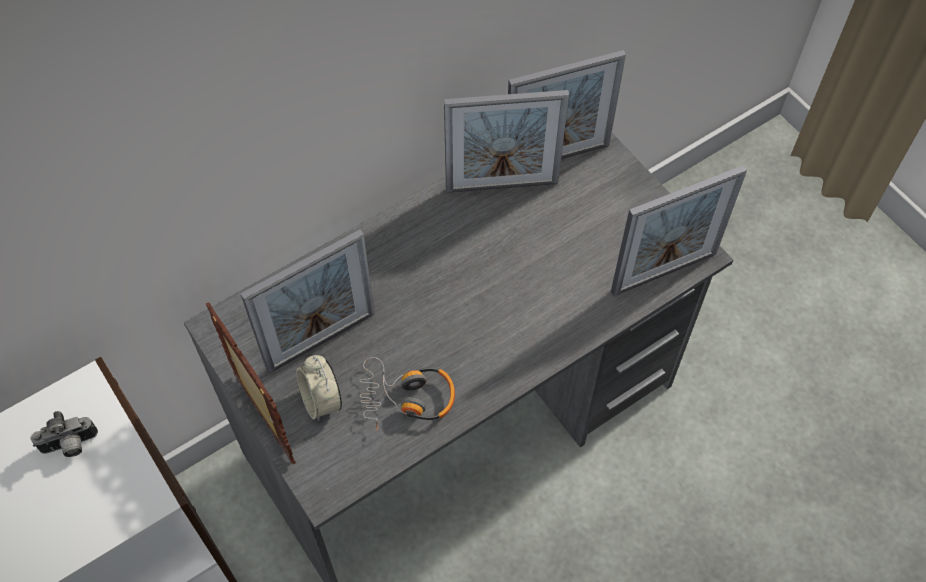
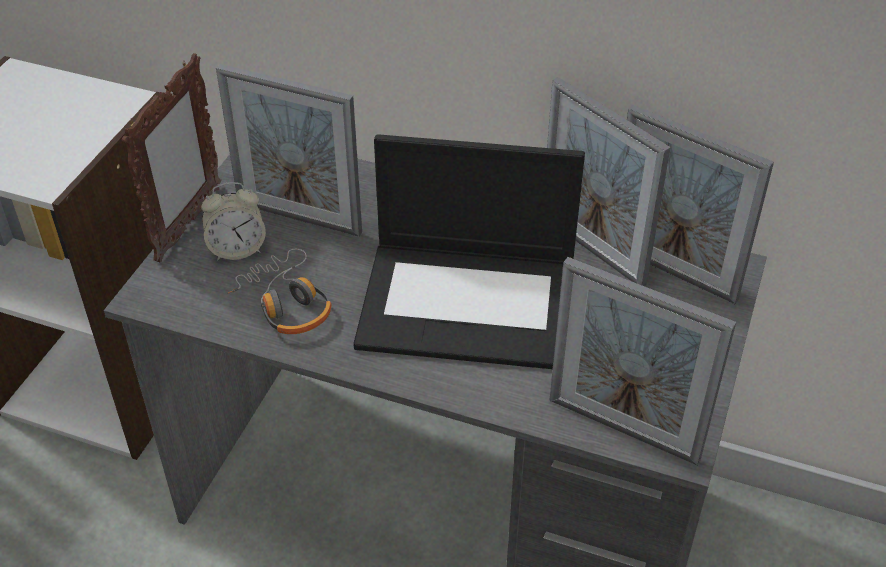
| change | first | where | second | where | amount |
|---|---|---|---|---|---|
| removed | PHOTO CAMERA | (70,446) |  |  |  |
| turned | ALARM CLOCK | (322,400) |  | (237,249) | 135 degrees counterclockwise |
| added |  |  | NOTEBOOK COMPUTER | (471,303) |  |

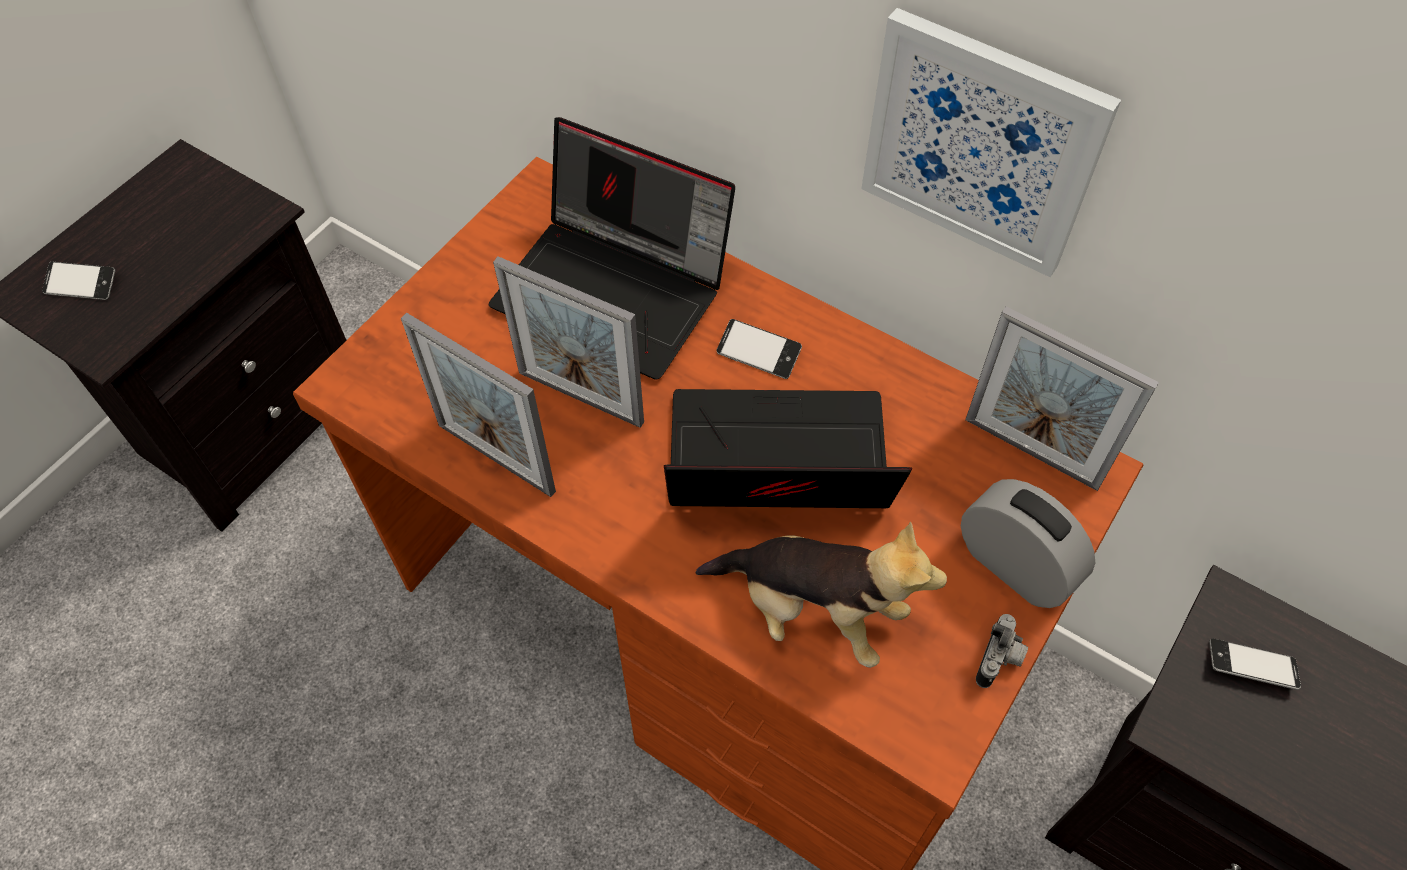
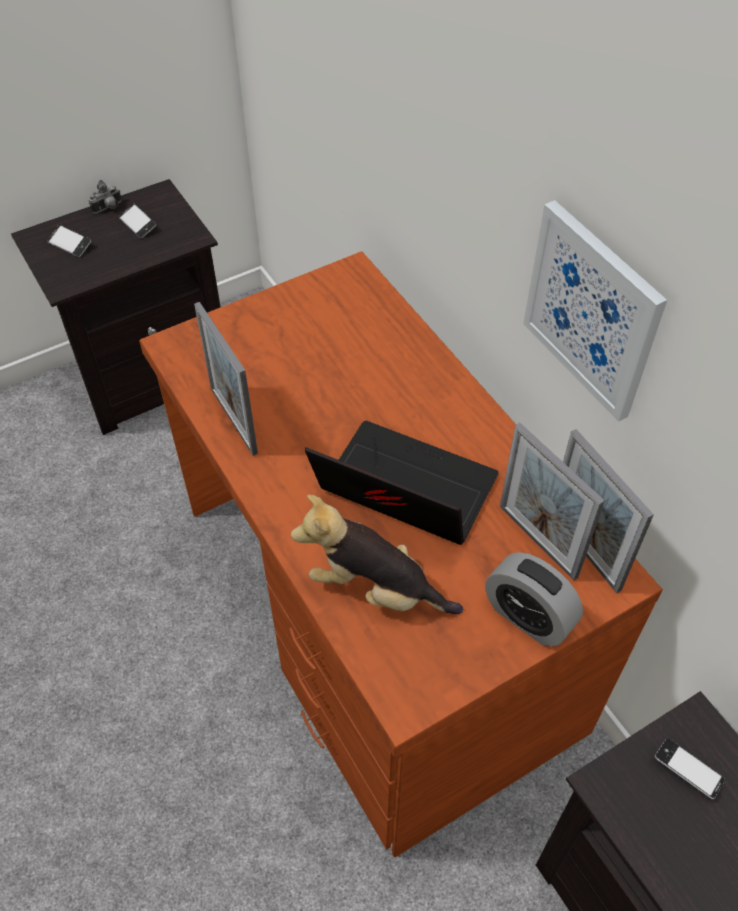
| change | first | where | second | where | amount |
|---|---|---|---|---|---|
| removed | NOTEBOOK COMPUTER | (616,290) |  |  |  |
| moved | PHOTO FRAME | (580,397) |  | (537,541) |  |
| turned | CUDDLY TOY | (813,612) |  | (375,589) | 150 degrees clockwise |
| moved | TELEPHONE | (758,353) |  | (138,224) |  |
| turned | ALARM CLOCK | (1015,565) |  | (528,617) | 150 degrees clockwise |
| moved | PHOTO CAMERA | (999,660) |  | (108,208) |  |

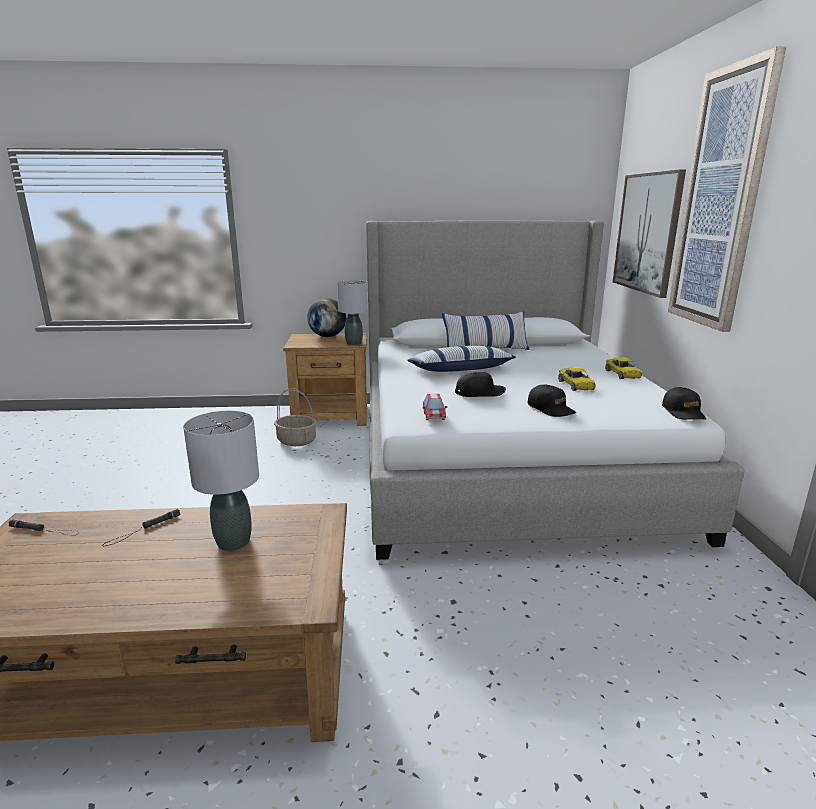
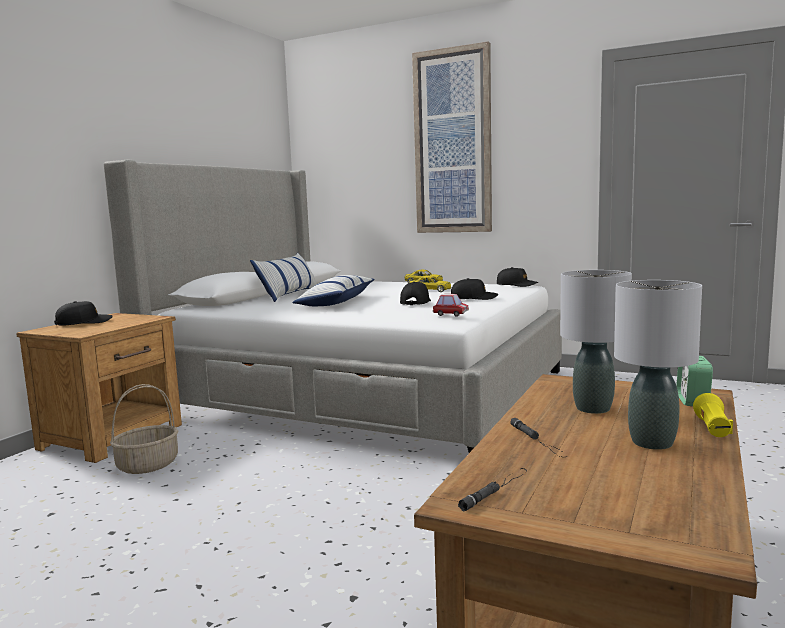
| change | first | where | second | where | amount |
|---|---|---|---|---|---|
| replaced | DESK GLOBE | (327,336) | BLACKISH BASEBALL CAP | (84,322) |  |
| moved | GREYISH TABLETOP LAMP | (353,343) |  | (652,443) |  |
| removed | WALL ART | (647,233) |  |  |  |
| added |  |  | ALARM CLOCK | (692,401) |  |
| added |  |  | YELLOW-COLOURED HAND TORCH | (712,429) |  |

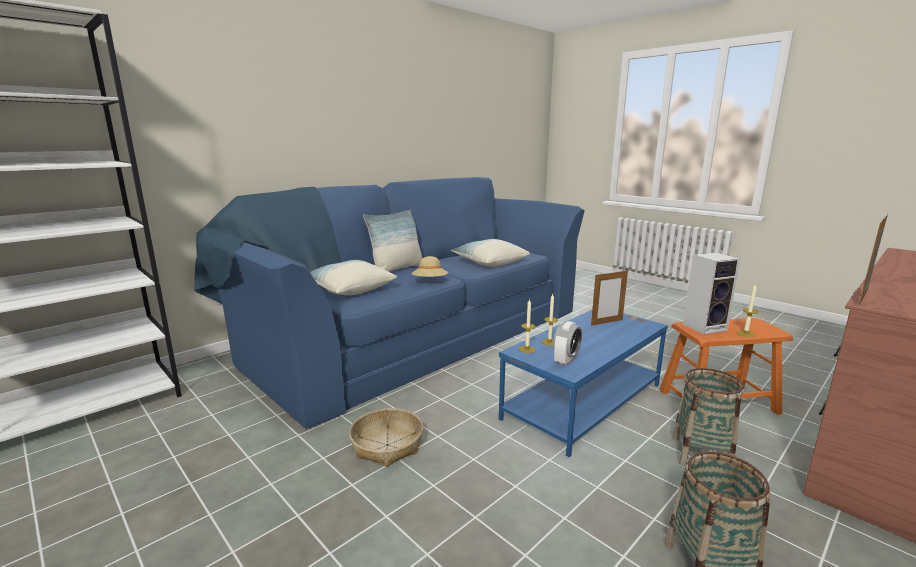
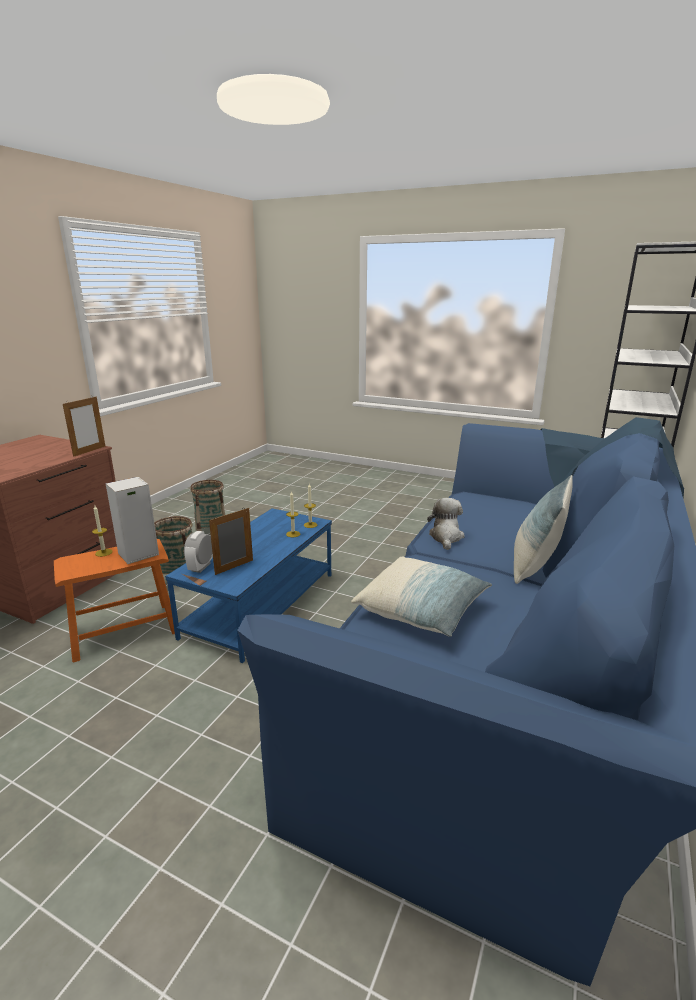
| change | first | where | second | where | amount |
|---|---|---|---|---|---|
| removed | PILLOW | (349,289) |  |  |  |
| removed | BASKET | (387,445) |  |  |  |
| replaced | BEIGE WEARABLE HAT | (430,282) | CUDDLY TOY | (446,537) |  |
| moved | ALARM CLOCK | (566,360) |  | (201,567) |  |

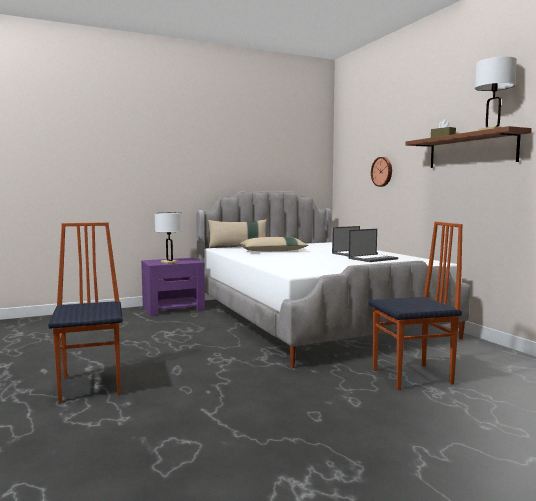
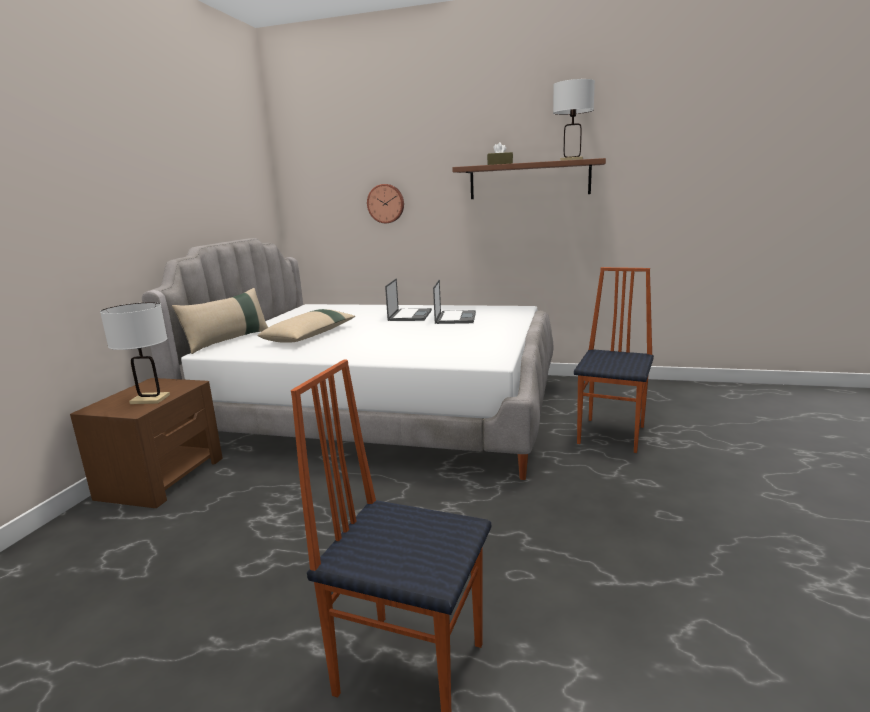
| change | first | where | second | where | amount |
|---|---|---|---|---|---|
| recoloured | PURPLE BEDSIDE TABLE | (174,308) | BROWNISH BEDSIDE TABLE | (162,477) |  |

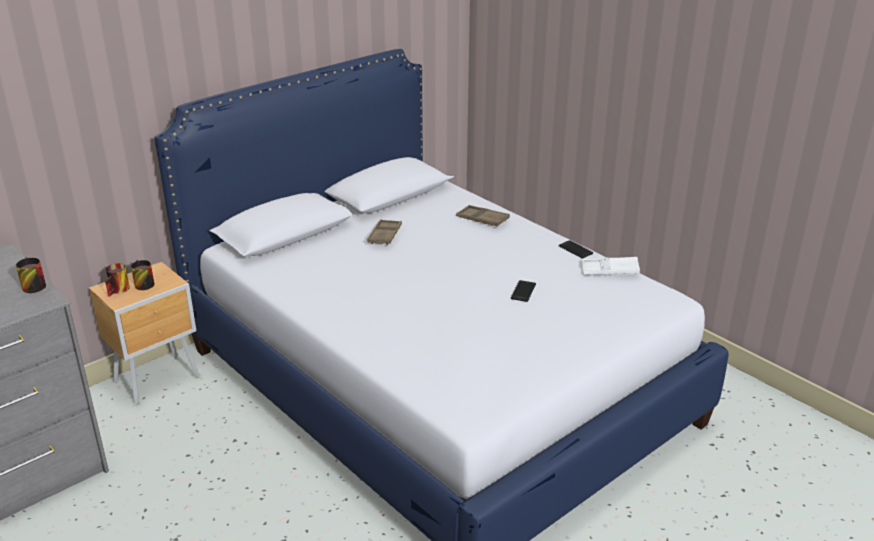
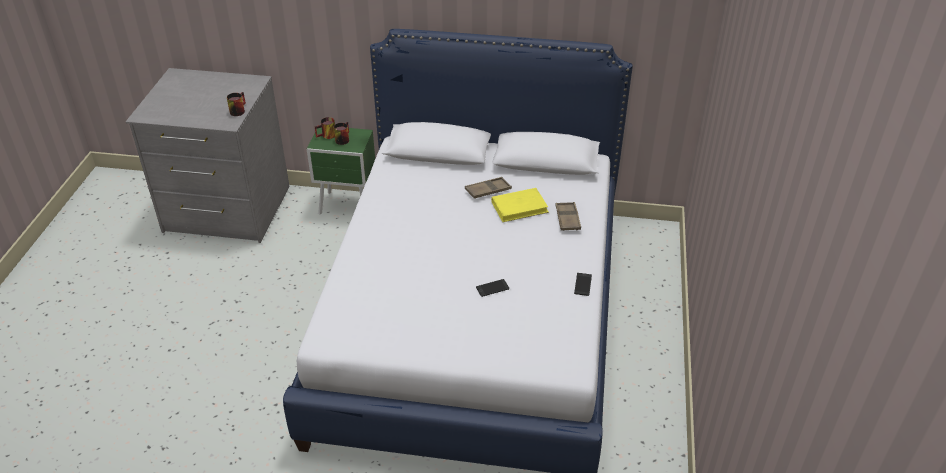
| change | first | where | second | where | amount |
|---|---|---|---|---|---|
| recoloured | BROWNISH BEDSIDE TABLE | (159,380) | GREEN BEDSIDE TABLE | (348,206) |  |
| removed | WHITE CARRYING TRAY | (609,270) |  |  |  |
| added |  |  | YELLOW-COLOURED BOUND BOOK | (519,207) |  |

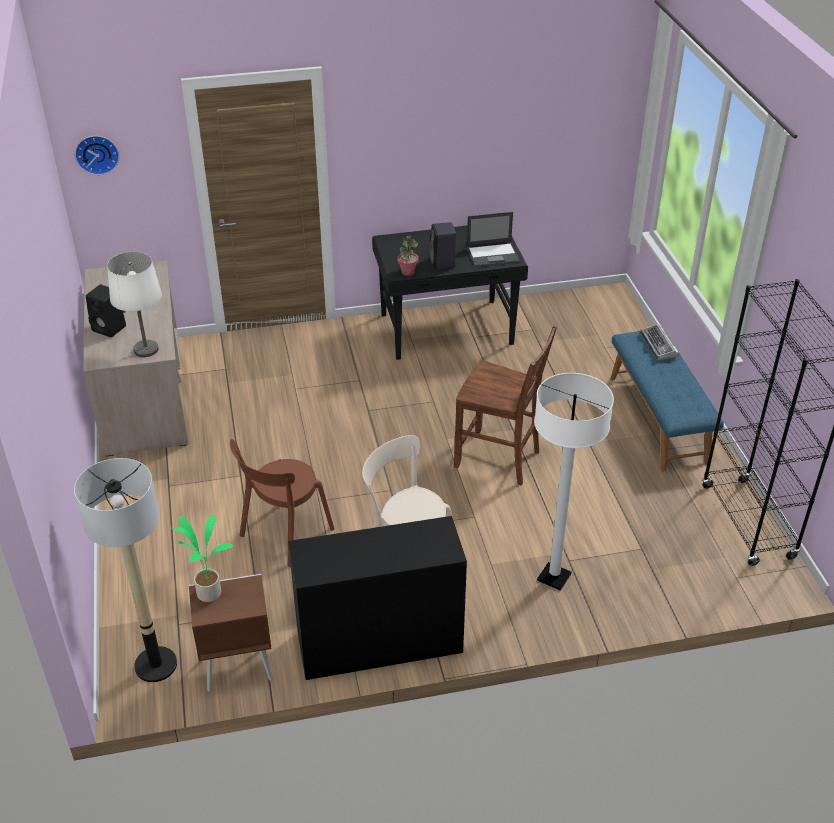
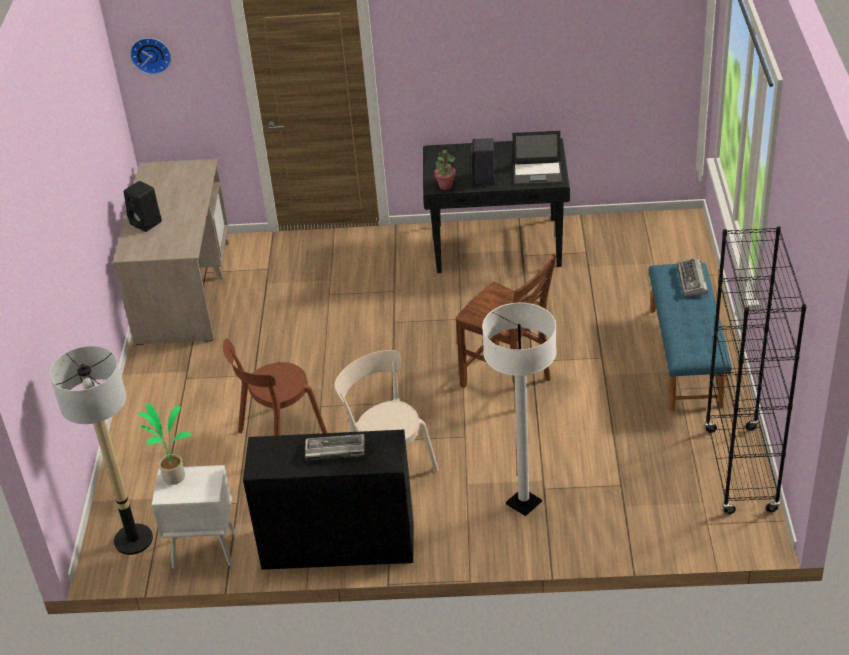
| change | first | where | second | where | amount |
|---|---|---|---|---|---|
| removed | WHITE TABLETOP LAMP | (146,349) |  |  |  |
| recoloured | BROWNISH BEDSIDE TABLE | (236,667) | WHITE BEDSIDE TABLE | (203,550) |  |
| added |  |  | KEYBOARD | (334,450) |  |

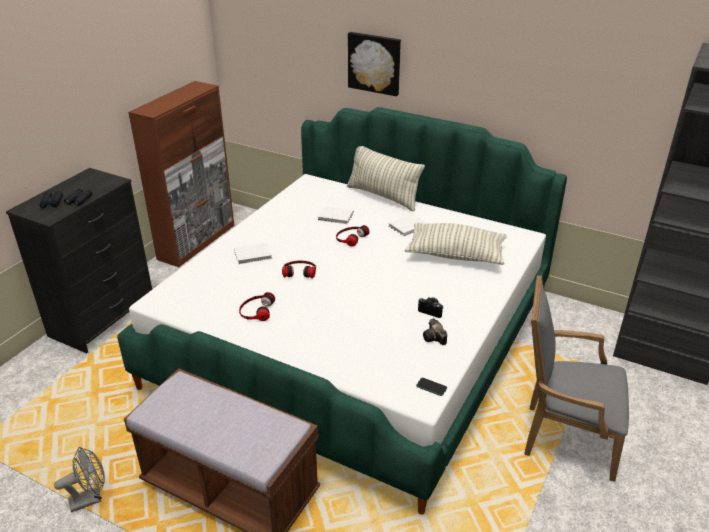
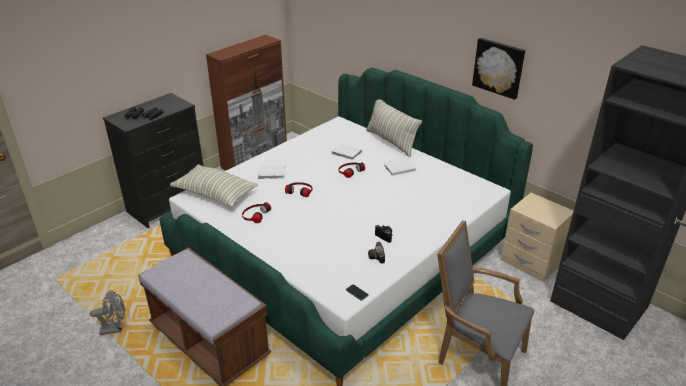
| change | first | where | second | where | amount |
|---|---|---|---|---|---|
| moved | WALL ART | (374,63) |  | (499,67) |  |
| moved | PILLOW | (455,255) |  | (215,194) |  |
| added |  |  | BEIGE BEDSIDE TABLE | (531,262) |  |

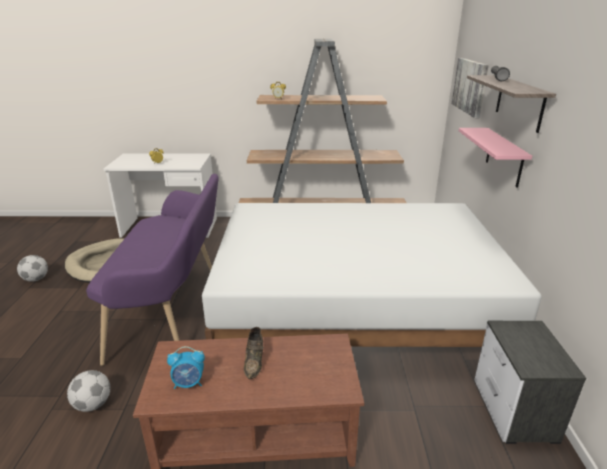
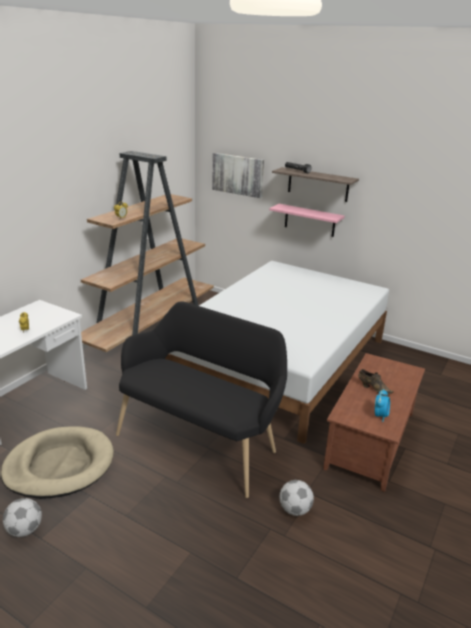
| change | first | where | second | where | amount |
|---|---|---|---|---|---|
| recoloured | PURPLE BENCH | (174,311) | BLACKISH BENCH | (201,441) |  |
| removed | BEDSIDE TABLE | (514,411) |  |  |  |

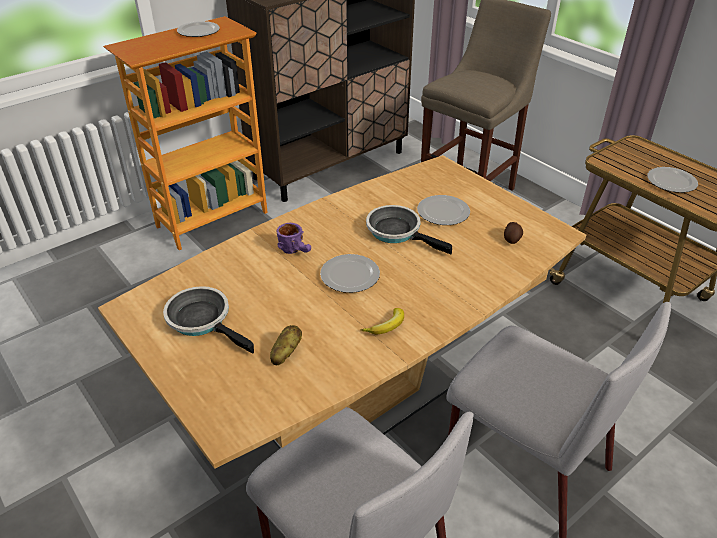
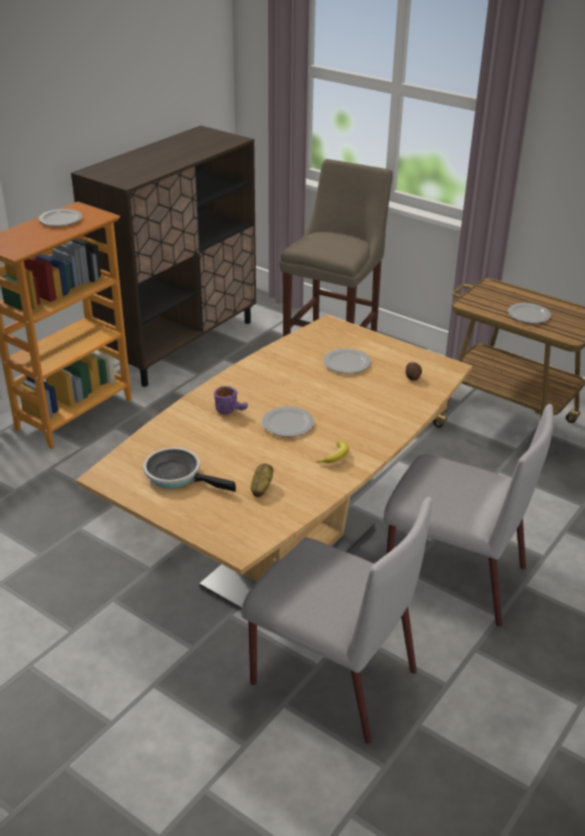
| change | first | where | second | where | amount |
|---|---|---|---|---|---|
| removed | FRYING PAN | (397,232) |  |  |  |

